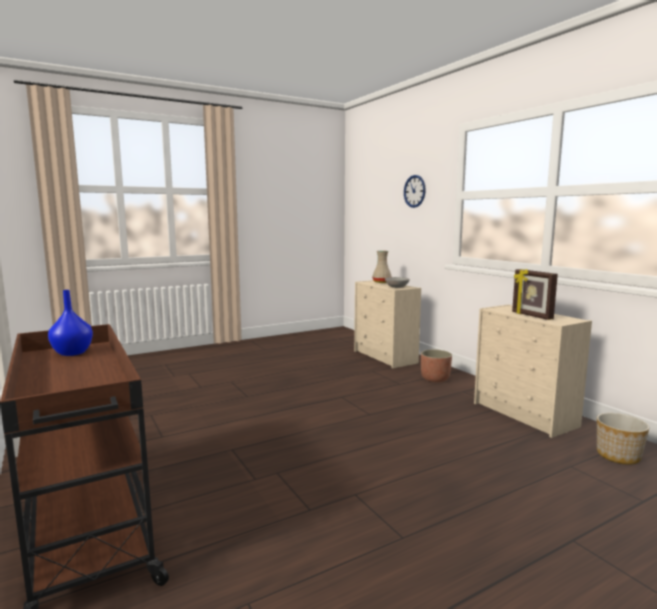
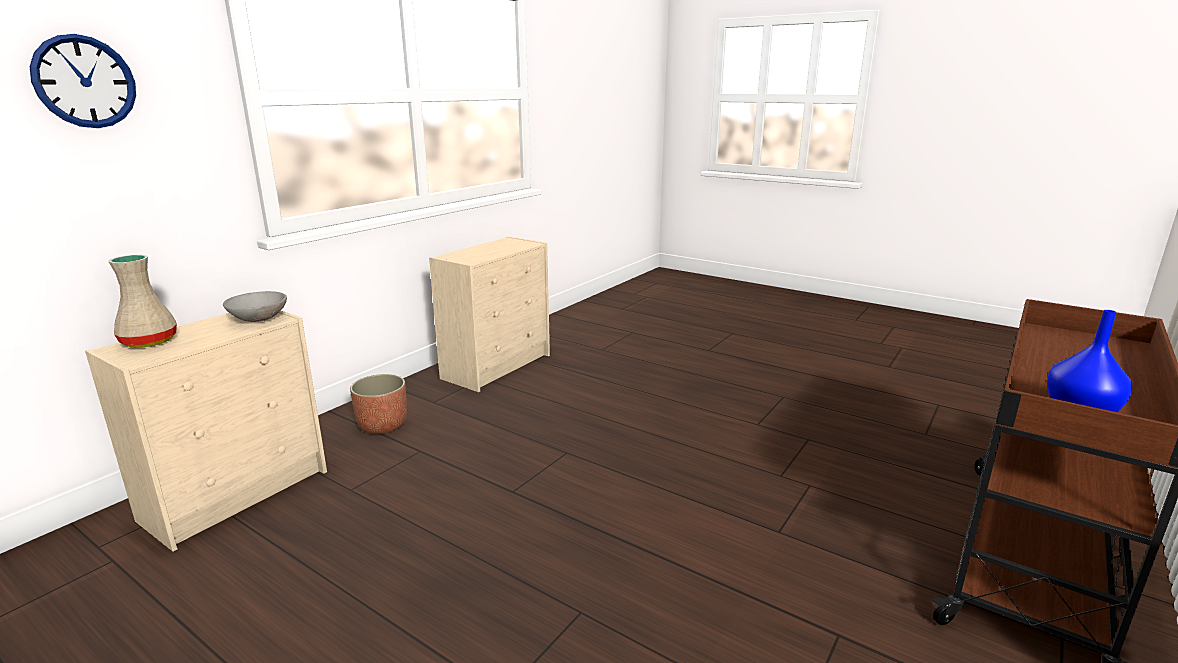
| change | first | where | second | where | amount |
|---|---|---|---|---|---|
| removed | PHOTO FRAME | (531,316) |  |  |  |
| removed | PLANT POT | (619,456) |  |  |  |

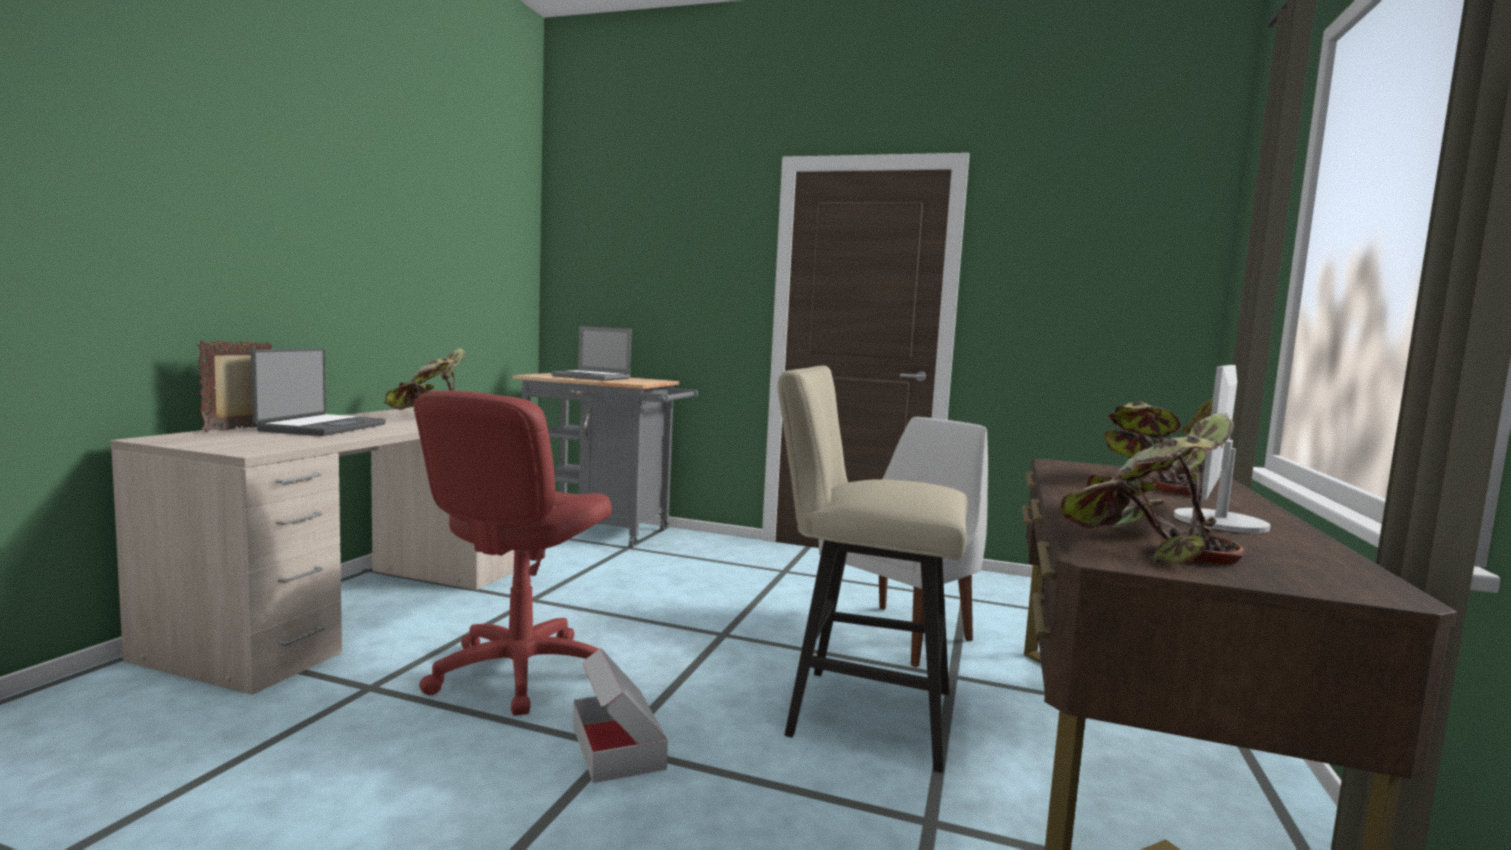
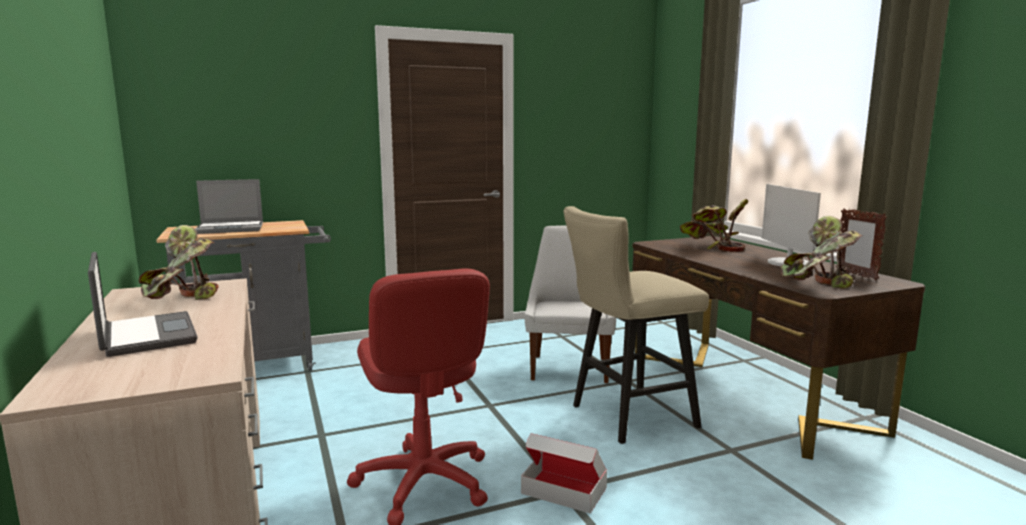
| change | first | where | second | where | amount |
|---|---|---|---|---|---|
| moved | PHOTO FRAME | (239,429) |  | (856,274) |  |

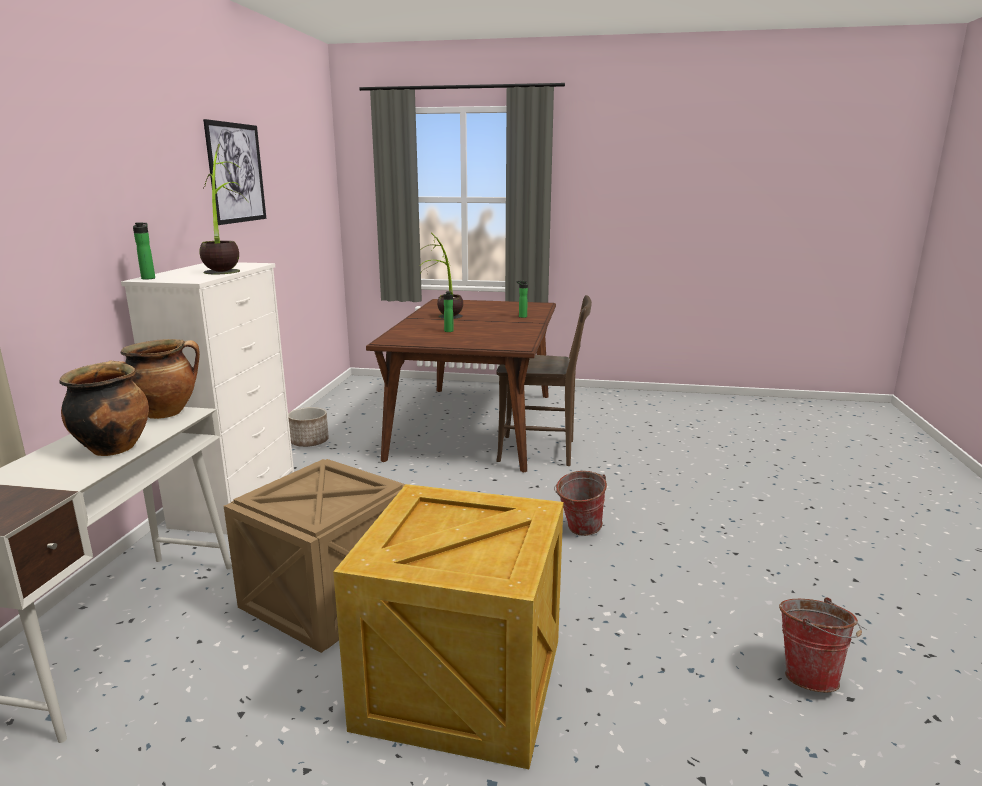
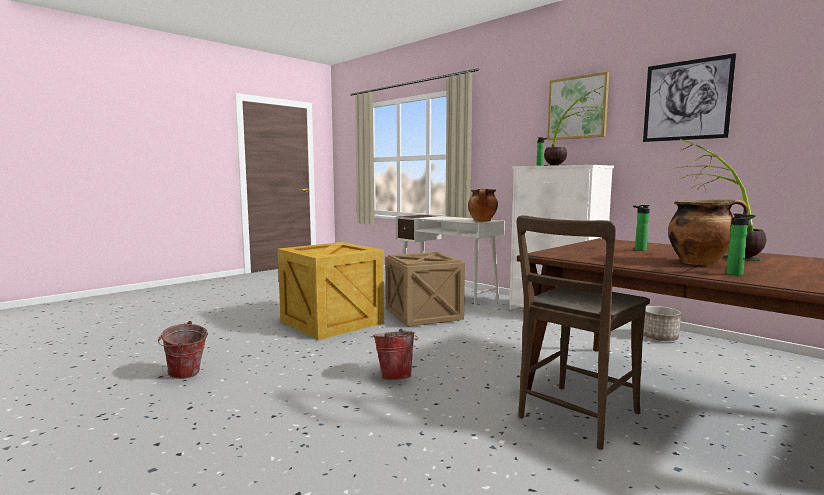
| change | first | where | second | where | amount |
|---|---|---|---|---|---|
| moved | STOCKPOT | (113,447) |  | (701,263) |  |
| added |  |  | WALL ART | (577,107) |  |

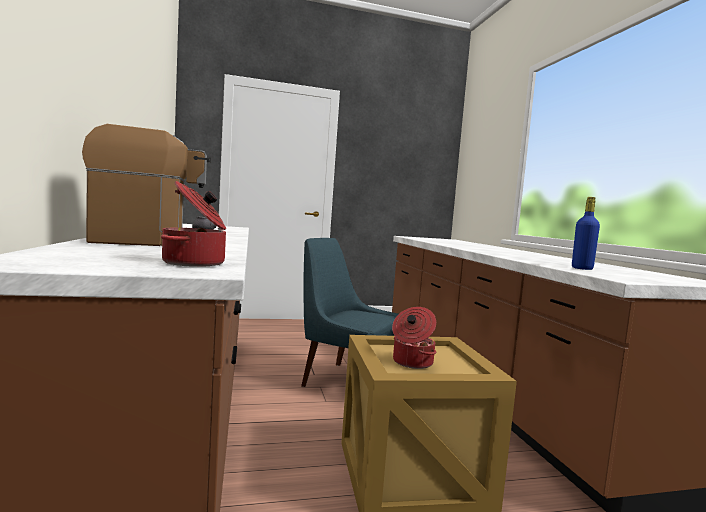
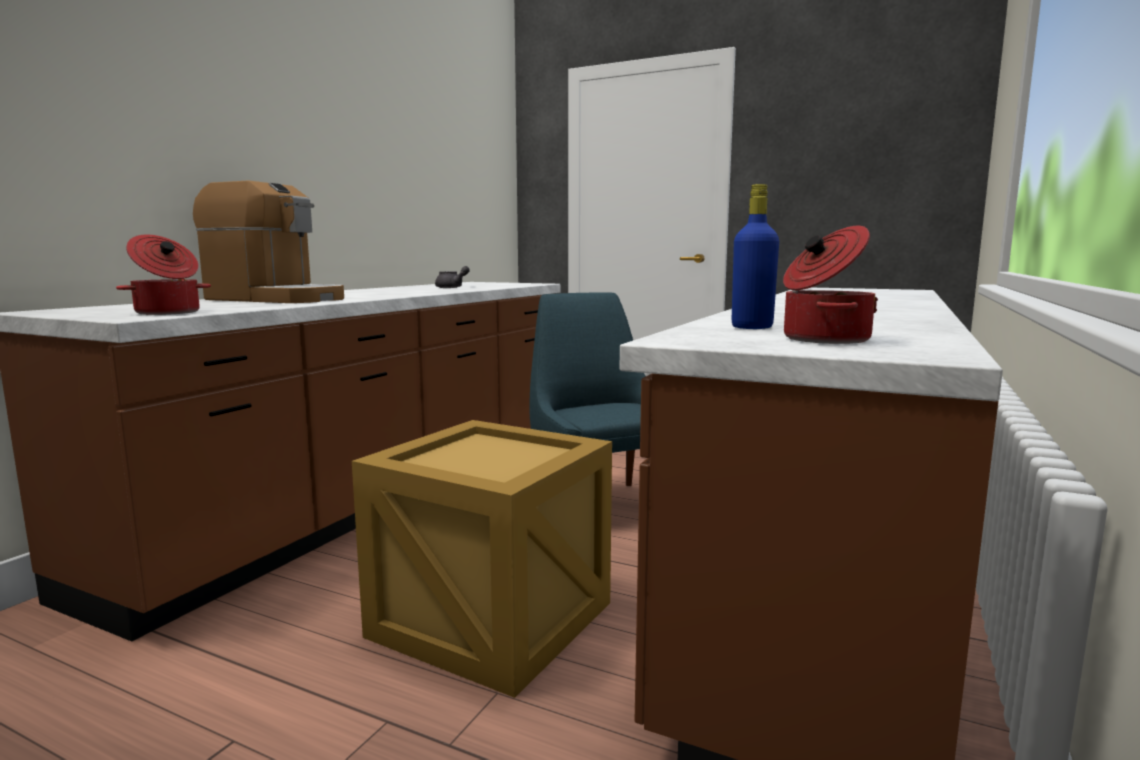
| change | first | where | second | where | amount |
|---|---|---|---|---|---|
| moved | STOCKPOT | (411,362) |  | (823,339) |  |

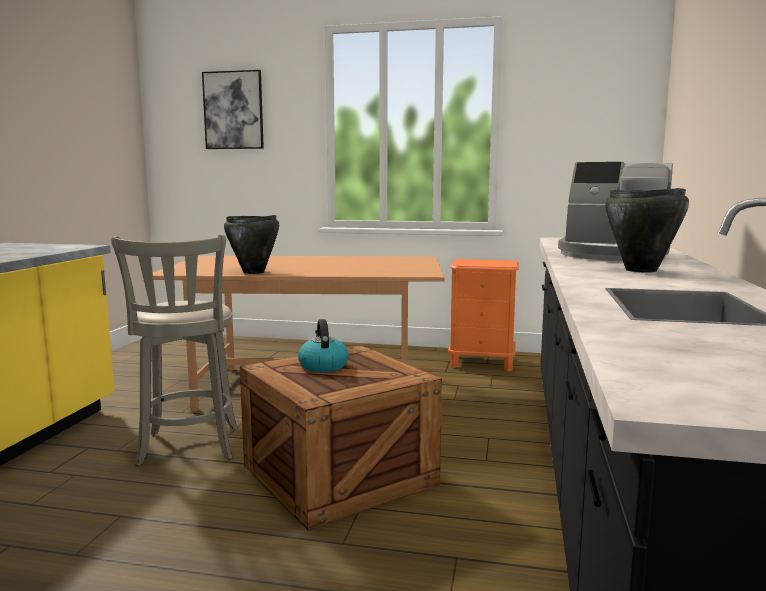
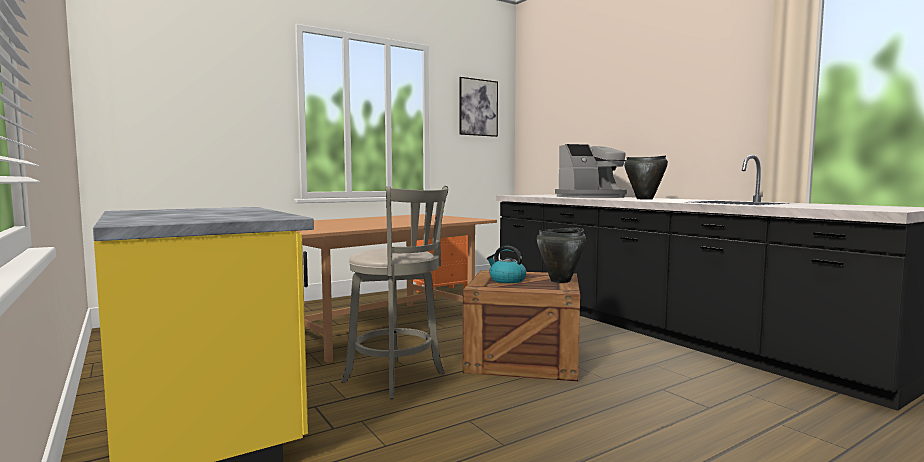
| change | first | where | second | where | amount |
|---|---|---|---|---|---|
| moved | WALL ART | (233,110) |  | (478,107) |  |
| moved | BLACKISH STOCKPOT | (254,272) |  | (561,281) |  |

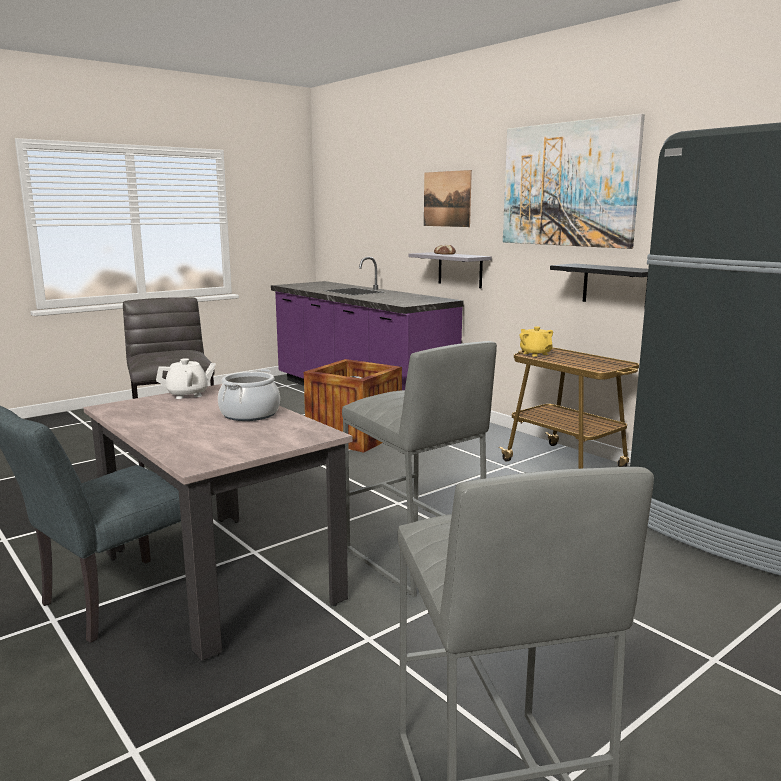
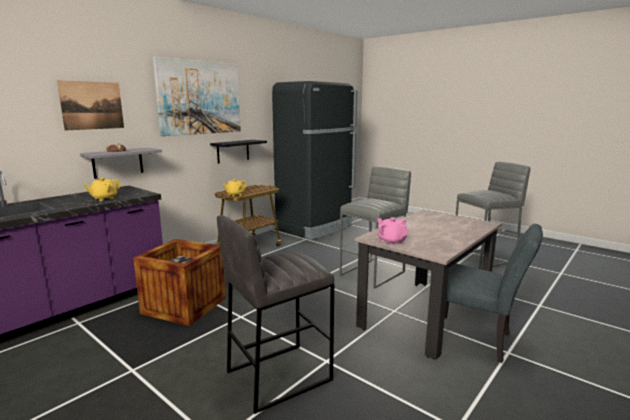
| change | first | where | second | where | amount |
|---|---|---|---|---|---|
| recoloured | WHITE TEAPOT | (188,394) | PINKISH TEAPOT | (391,241) |  |
| removed | STOCKPOT | (249,414) |  |  |  |
| added |  |  | YELLOW-COLOURED TEAPOT | (104,198) |  |

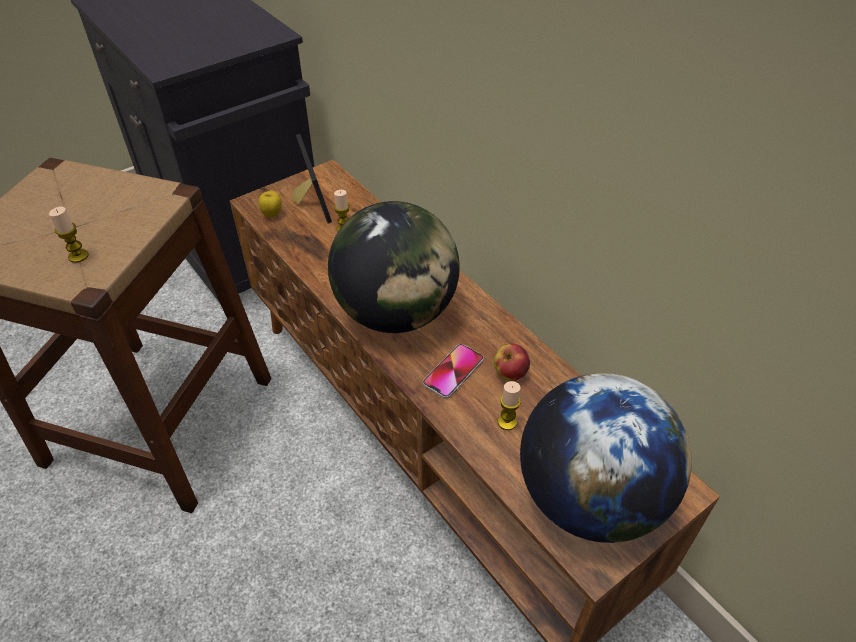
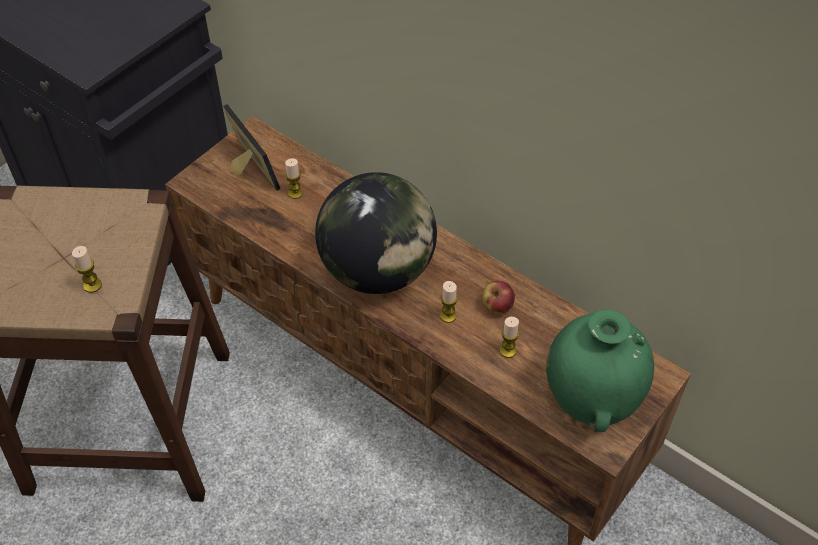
| change | first | where | second | where | amount |
|---|---|---|---|---|---|
| removed | WHOLE APPLE | (272,215) |  |  |  |
| replaced | TELEPHONE | (453,372) | WAX LIGHT | (448,316) |  |
| replaced | DESK GLOBE | (589,498) | GREEN FLOWER VASE | (591,398) |  |

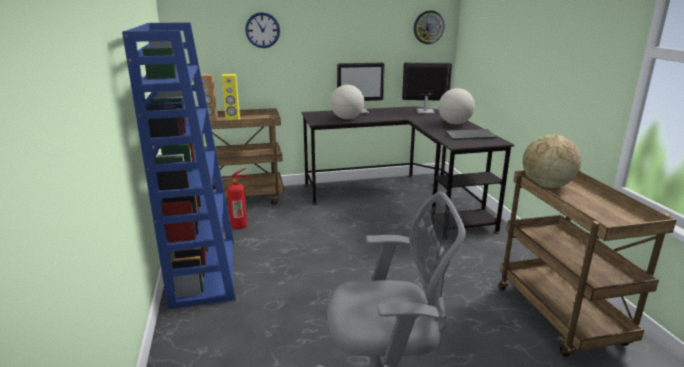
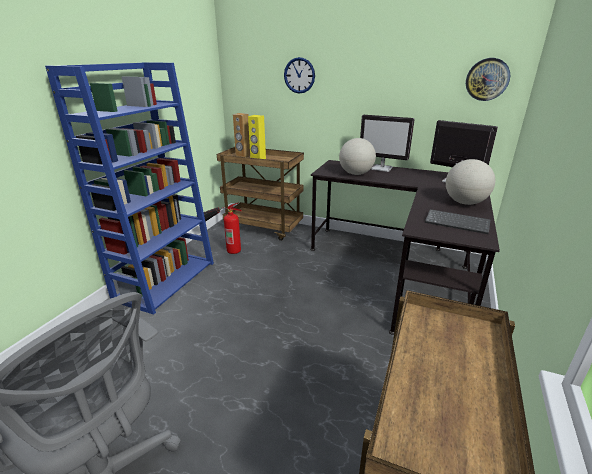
| change | first | where | second | where | amount |
|---|---|---|---|---|---|
| removed | DESK GLOBE | (546,185) |  |  |  |

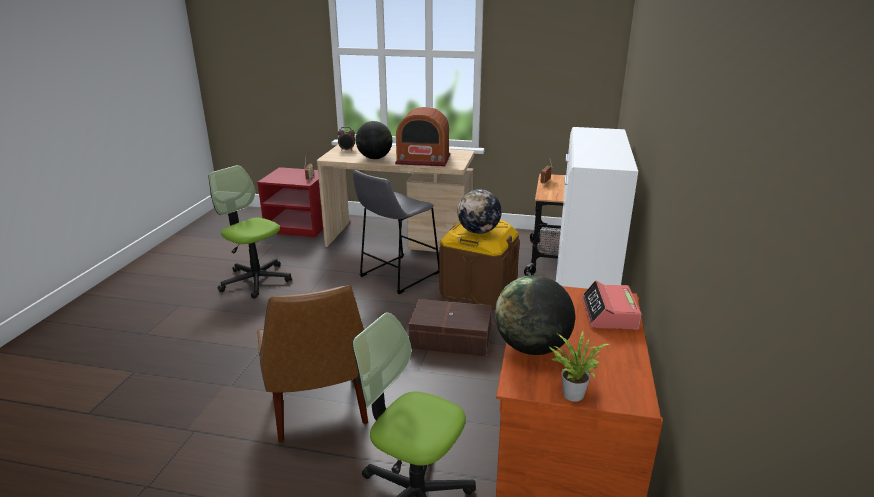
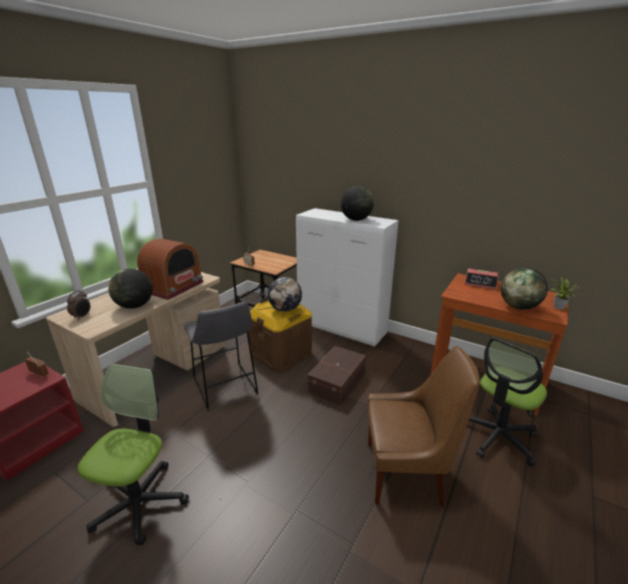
| change | first | where | second | where | amount |
|---|---|---|---|---|---|
| turned | DESK CHAIR | (256,280) |  | (140,503) | 135 degrees clockwise |
| added |  |  | DESK GLOBE | (356,220) |  |

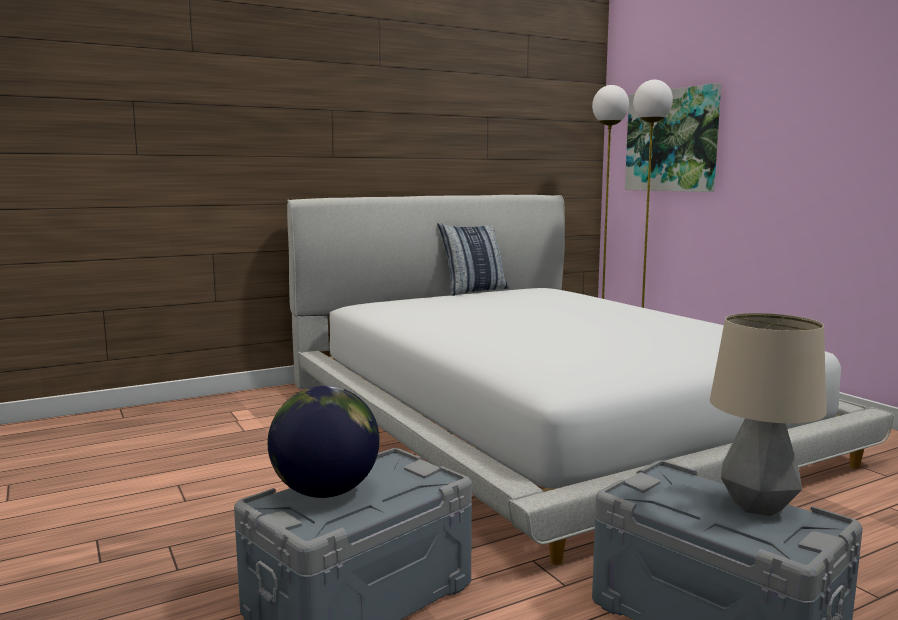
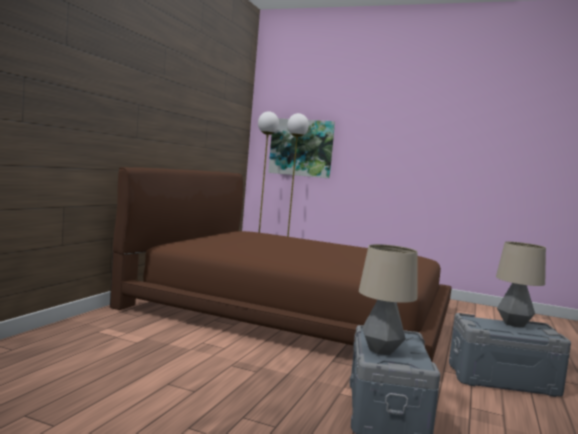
| change | first | where | second | where | amount |
|---|---|---|---|---|---|
| replaced | DESK GLOBE | (325,492) | TABLETOP LAMP | (380,350) |  |
| recoloured | WHITE SLEEPING BED | (540,418) | BROWNISH SLEEPING BED | (293,309) |  |
| removed | PILLOW | (474,291) |  |  |  |

